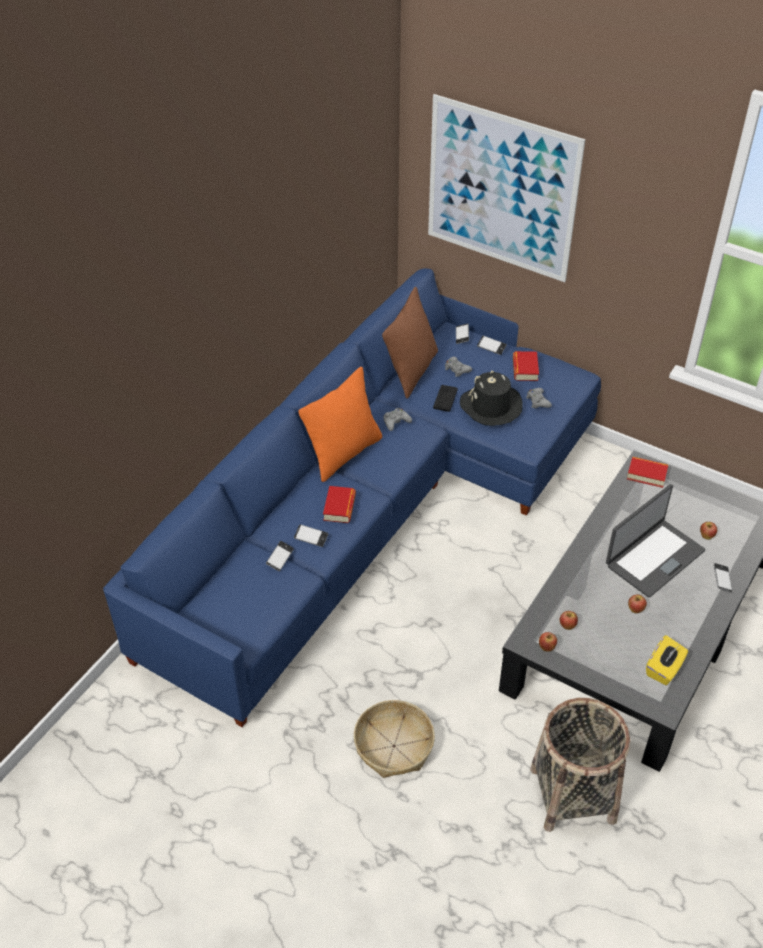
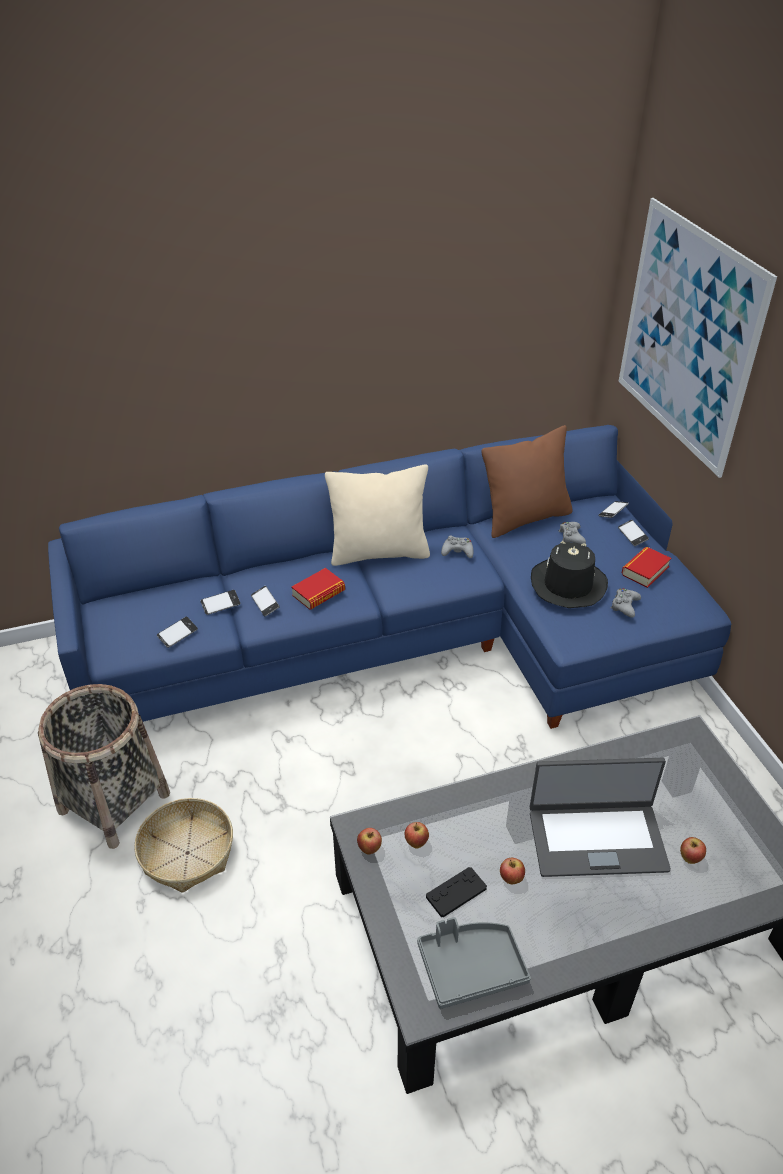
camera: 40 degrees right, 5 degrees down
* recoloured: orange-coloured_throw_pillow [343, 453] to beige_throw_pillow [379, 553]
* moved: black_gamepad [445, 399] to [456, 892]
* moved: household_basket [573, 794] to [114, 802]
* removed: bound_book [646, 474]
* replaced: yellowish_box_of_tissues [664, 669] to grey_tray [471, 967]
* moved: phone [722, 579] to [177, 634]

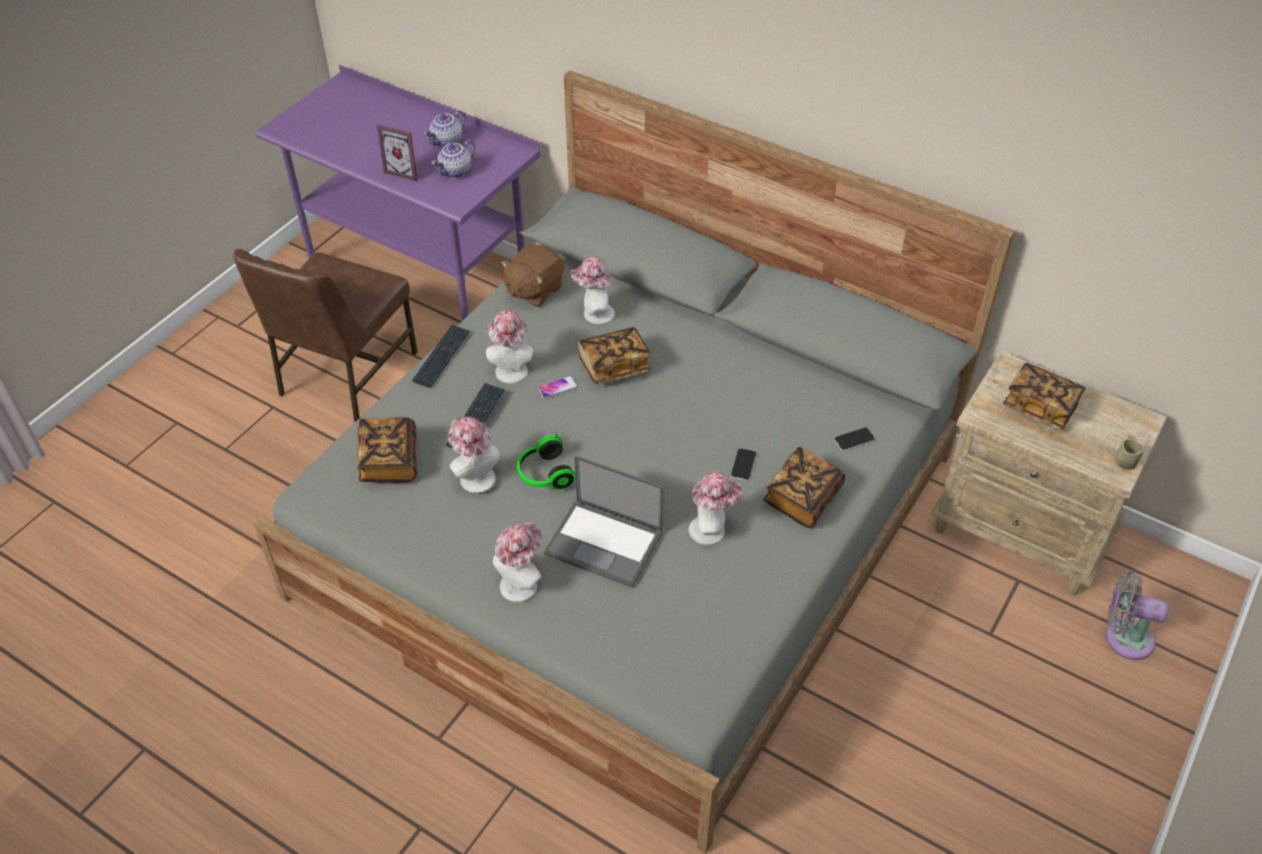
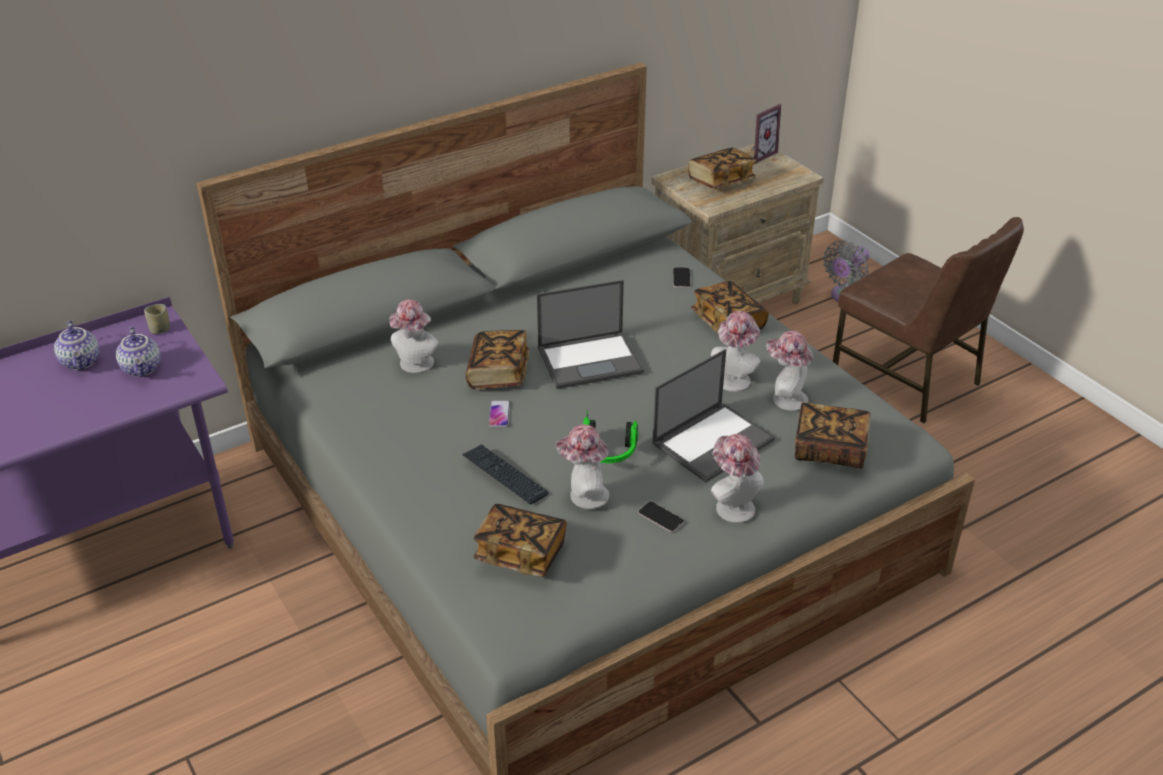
camera: 65 degrees left, 10 degrees down
* moved: brown_plain_chair [345, 374] to [908, 379]
* moved: photo_frame [405, 171] to [759, 154]
* removed: computer_keyboard [442, 357]
* moved: hat [511, 368] to [785, 398]
* removed: brown_soft_toy [534, 290]
* moved: phone [743, 465] to [661, 517]
* moved: small_cup [1125, 463] to [160, 330]
* added: portable_computer [591, 360]
* added: bound_book [829, 449]

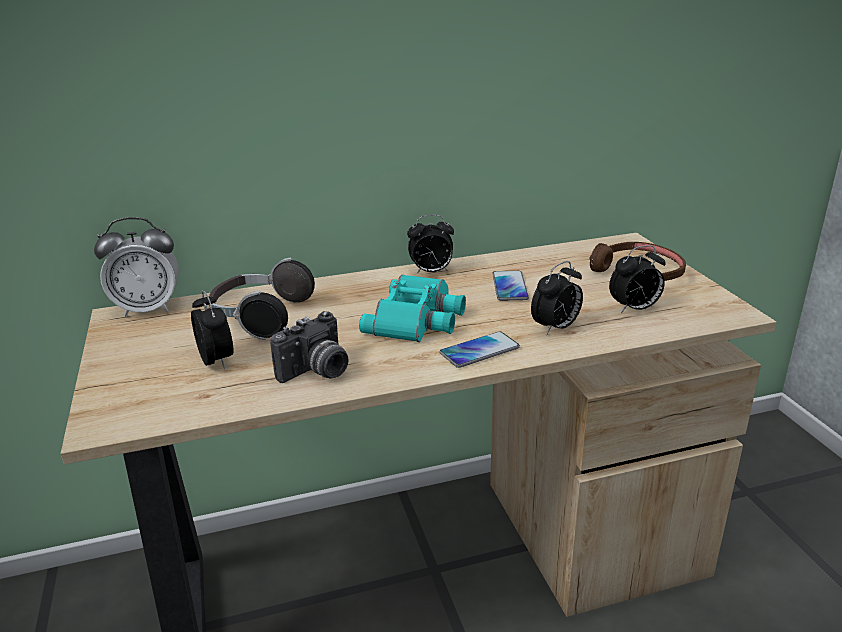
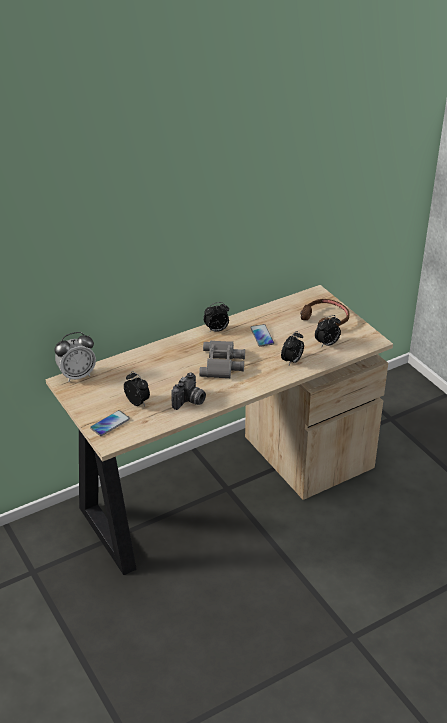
camera: 15 degrees left, 10 degrees up
* removed: headphones [260, 318]
* recoloured: turquoise_binoculars [418, 319] to grey_binoculars [223, 364]
* moved: phone [479, 351] to [110, 424]

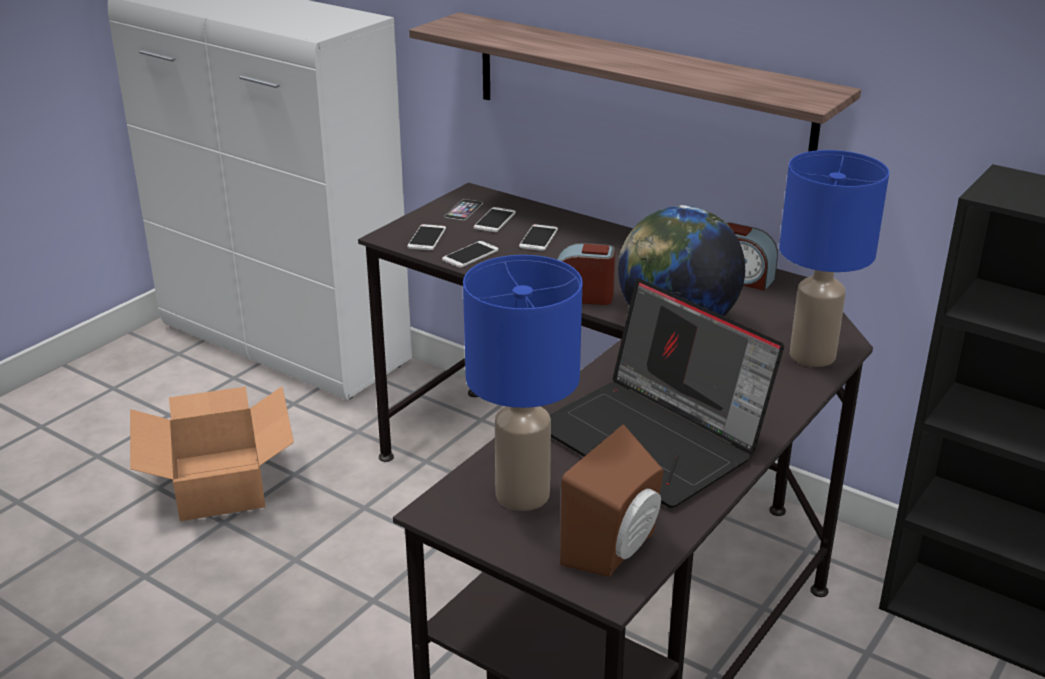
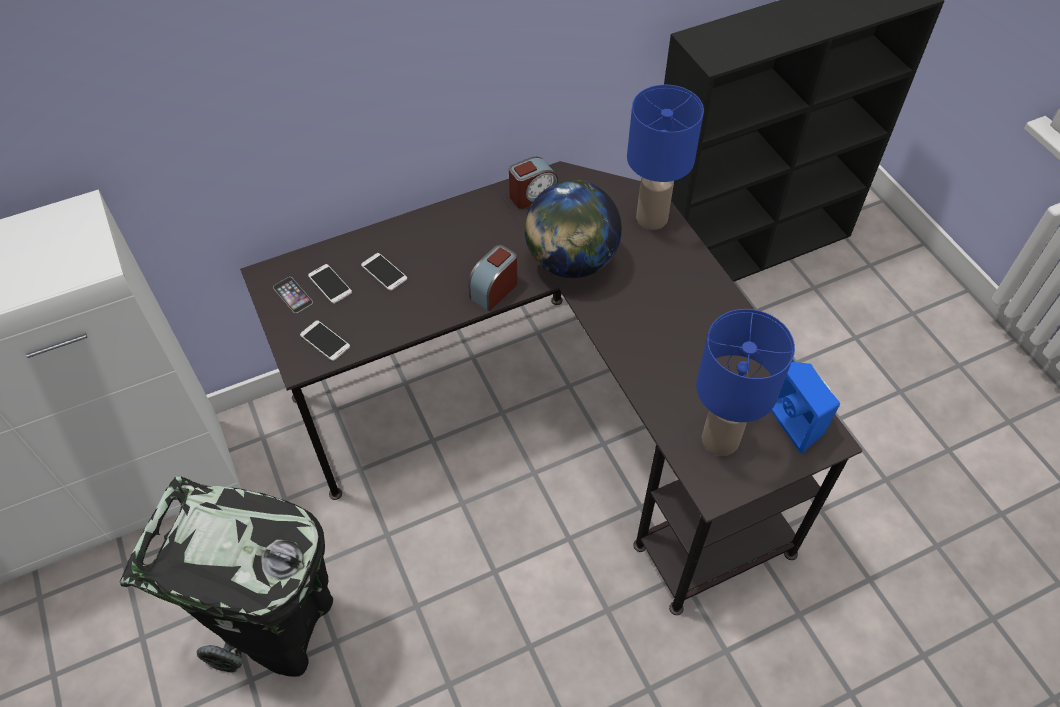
camera: 60 degrees left, 25 degrees up
* replaced: packing_box [221, 482] to black_waste_bin [279, 627]
* removed: bracket_shelf [638, 90]
* removed: phone [470, 255]
* removed: portable_computer [655, 439]
* recoloured: brown_audio_speaker [617, 550] to bluish_audio_speaker [798, 419]

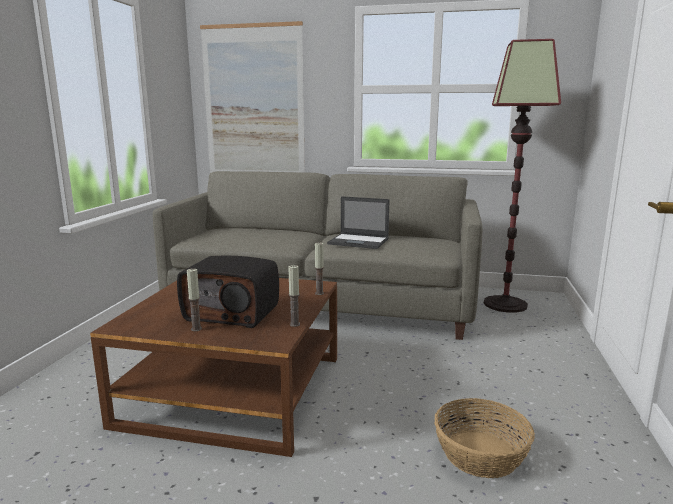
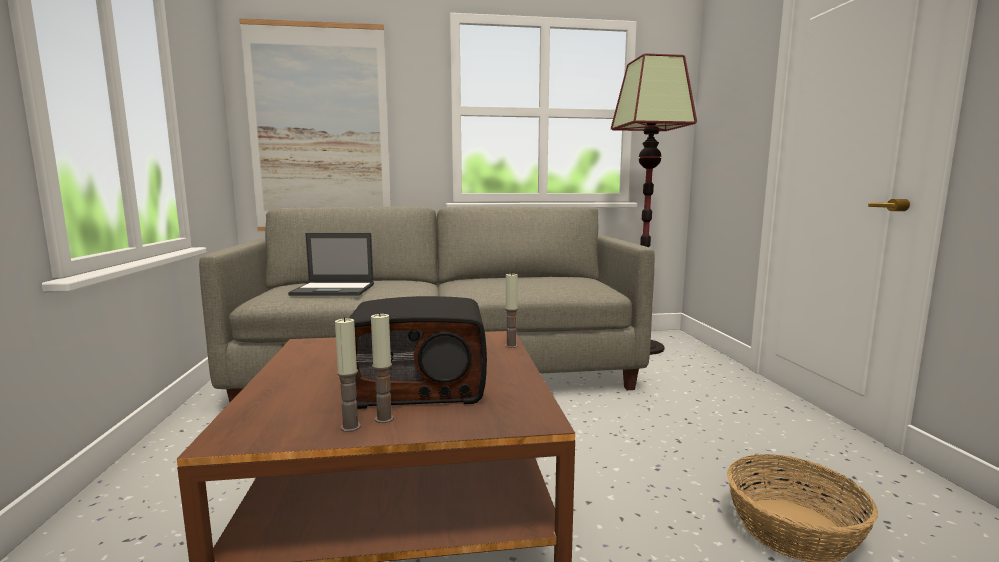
camera: 20 degrees left, 5 degrees down
* moved: wax_candle [294, 324] to [350, 427]
* moved: portable_computer [359, 241] to [334, 290]

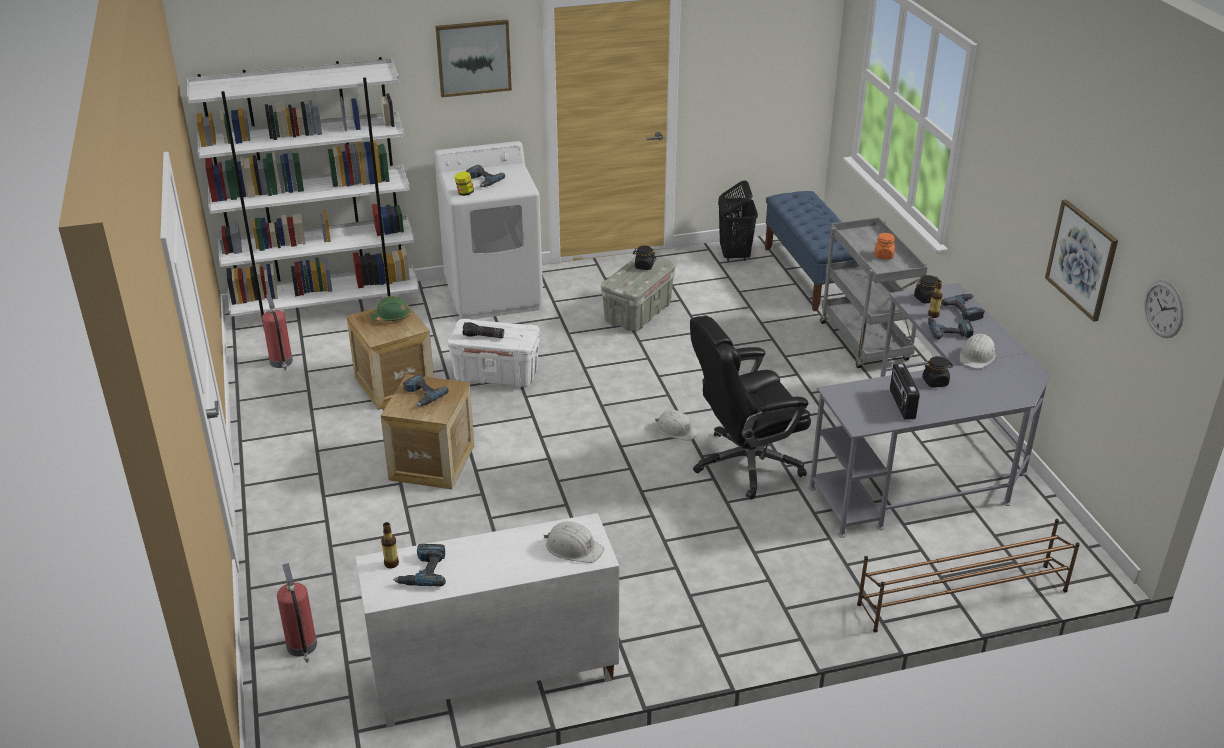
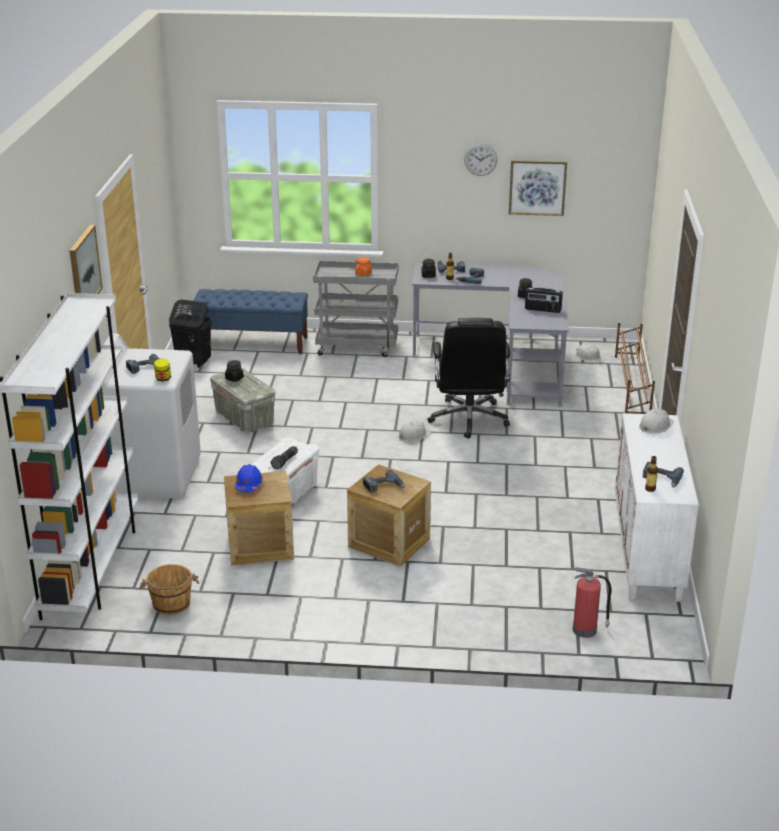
camera: 70 degrees left, 5 degrees down
* replaced: extinguisher [281, 362] to brown_water_bucket [171, 604]
* recoloured: green_hard_hat [391, 317] to bluish_hard_hat [248, 485]
* moved: whitish_hard_hat [977, 356] to [589, 357]
* moved: clock_on_the_wall [1164, 309] to [480, 159]

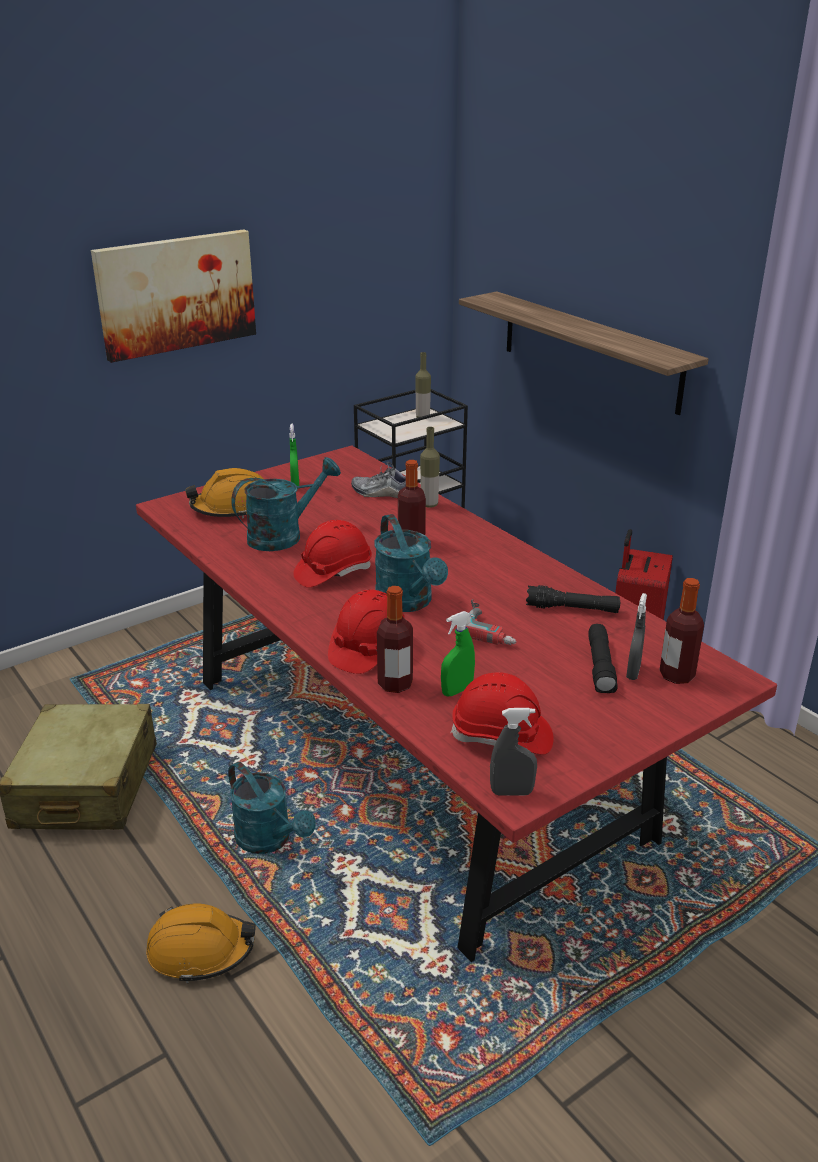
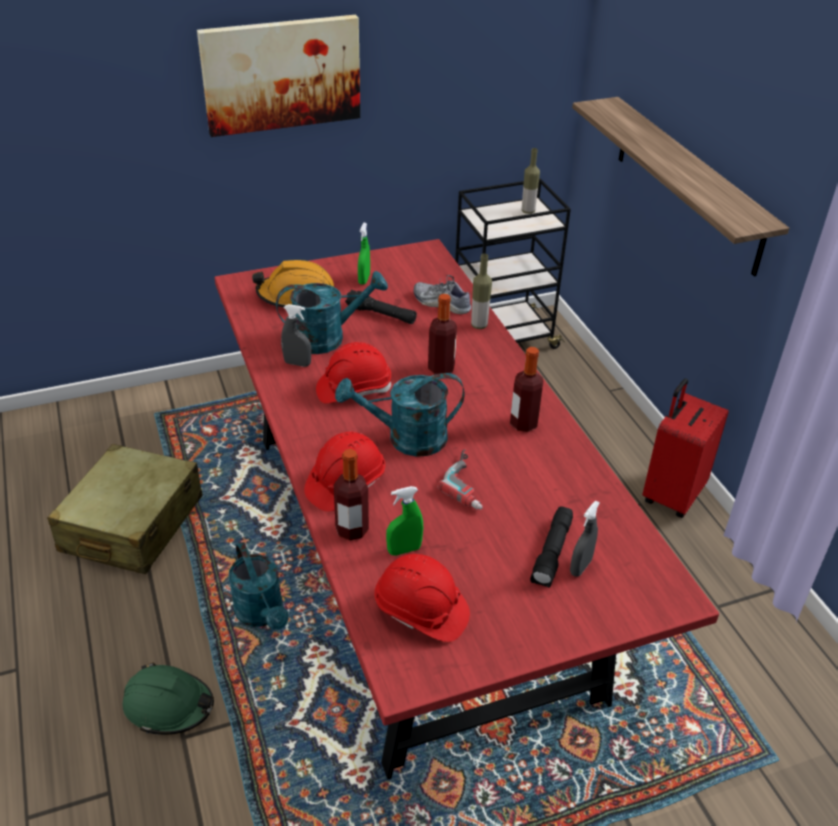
camera: 15 degrees right, 10 degrees up
* recoloured: orange-coloured_hard_hat [201, 951] to green_hard_hat [169, 706]
* turned: turquoise_watering_pot [408, 603] = [406, 439] 90 degrees clockwise
* moved: grey_hand_sprayer [511, 792] to [297, 363]
* moved: black_hand_torch [572, 609] to [381, 314]
* moved: bottle [676, 675] to [523, 423]

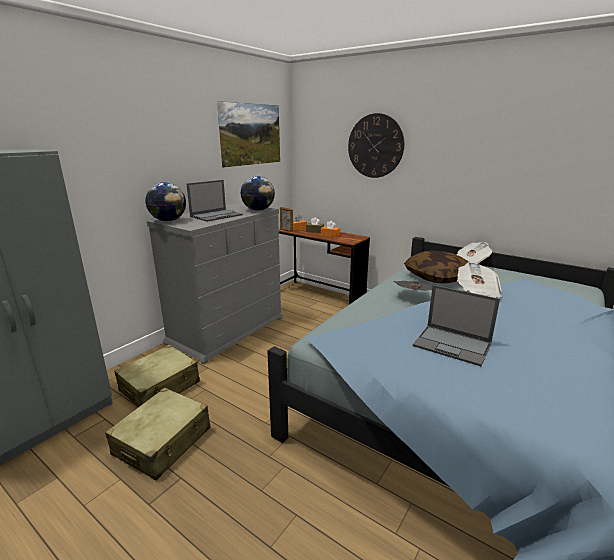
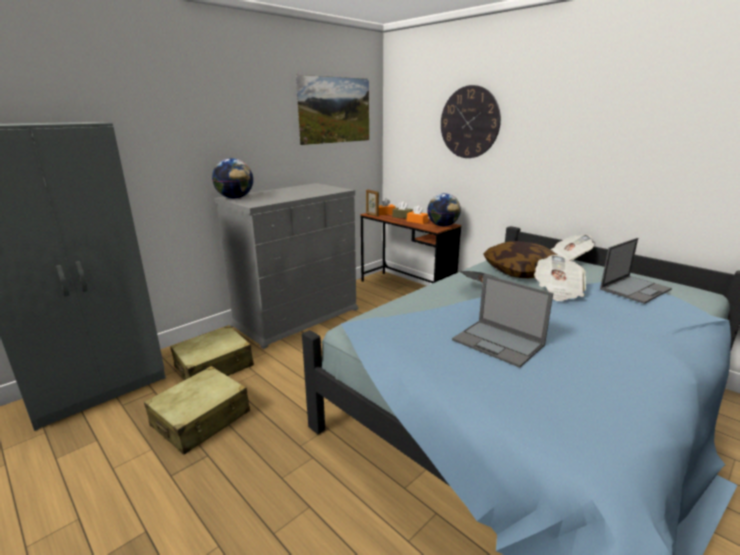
camera: 10 degrees right, 0 degrees up
* moved: portable_computer [217, 215] to [635, 289]
* moved: globe [258, 210] to [443, 226]

